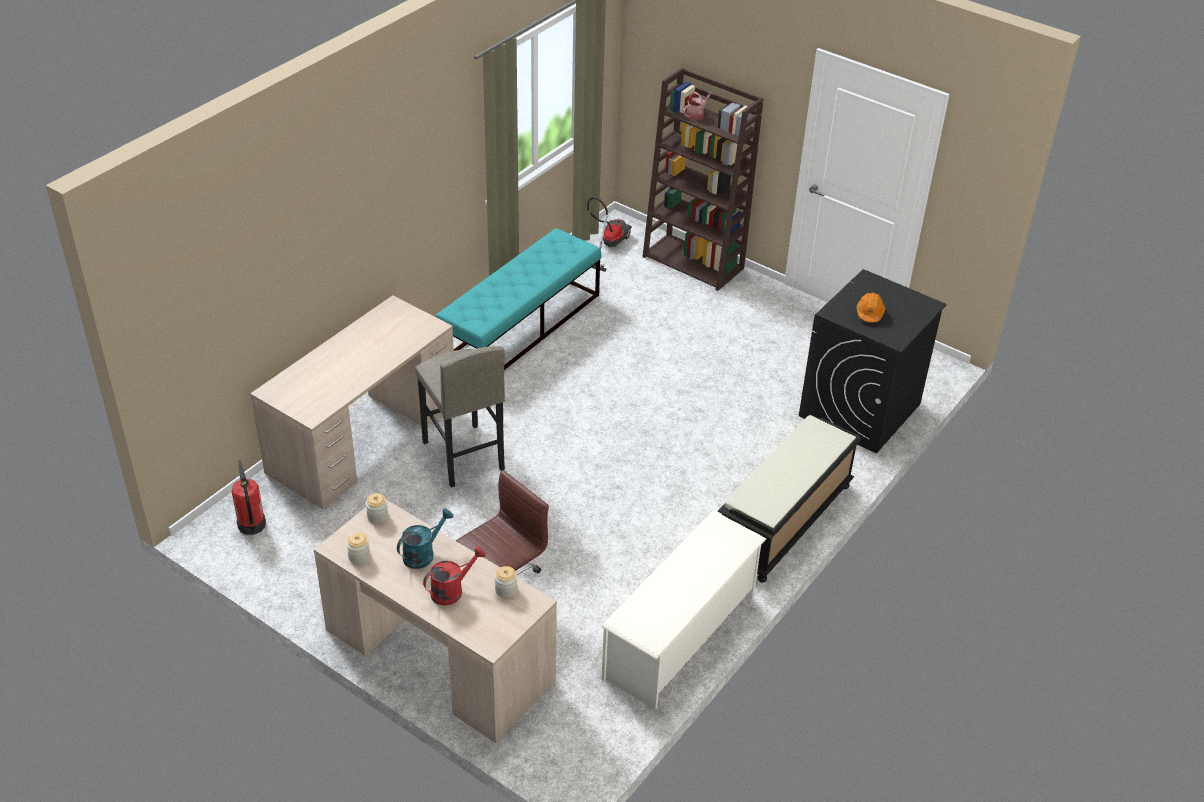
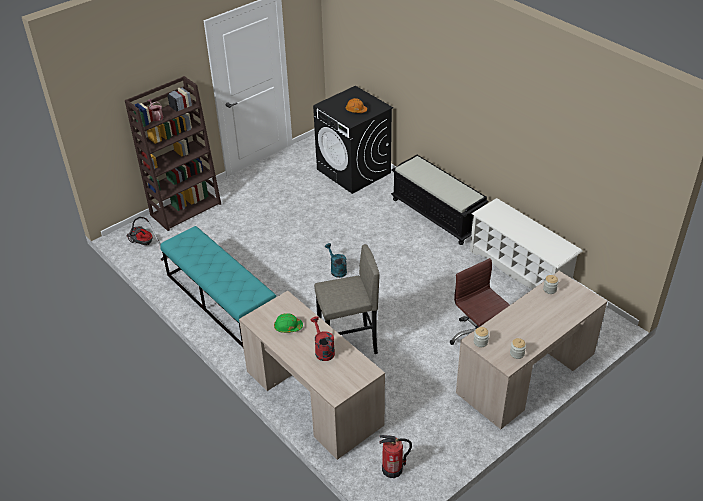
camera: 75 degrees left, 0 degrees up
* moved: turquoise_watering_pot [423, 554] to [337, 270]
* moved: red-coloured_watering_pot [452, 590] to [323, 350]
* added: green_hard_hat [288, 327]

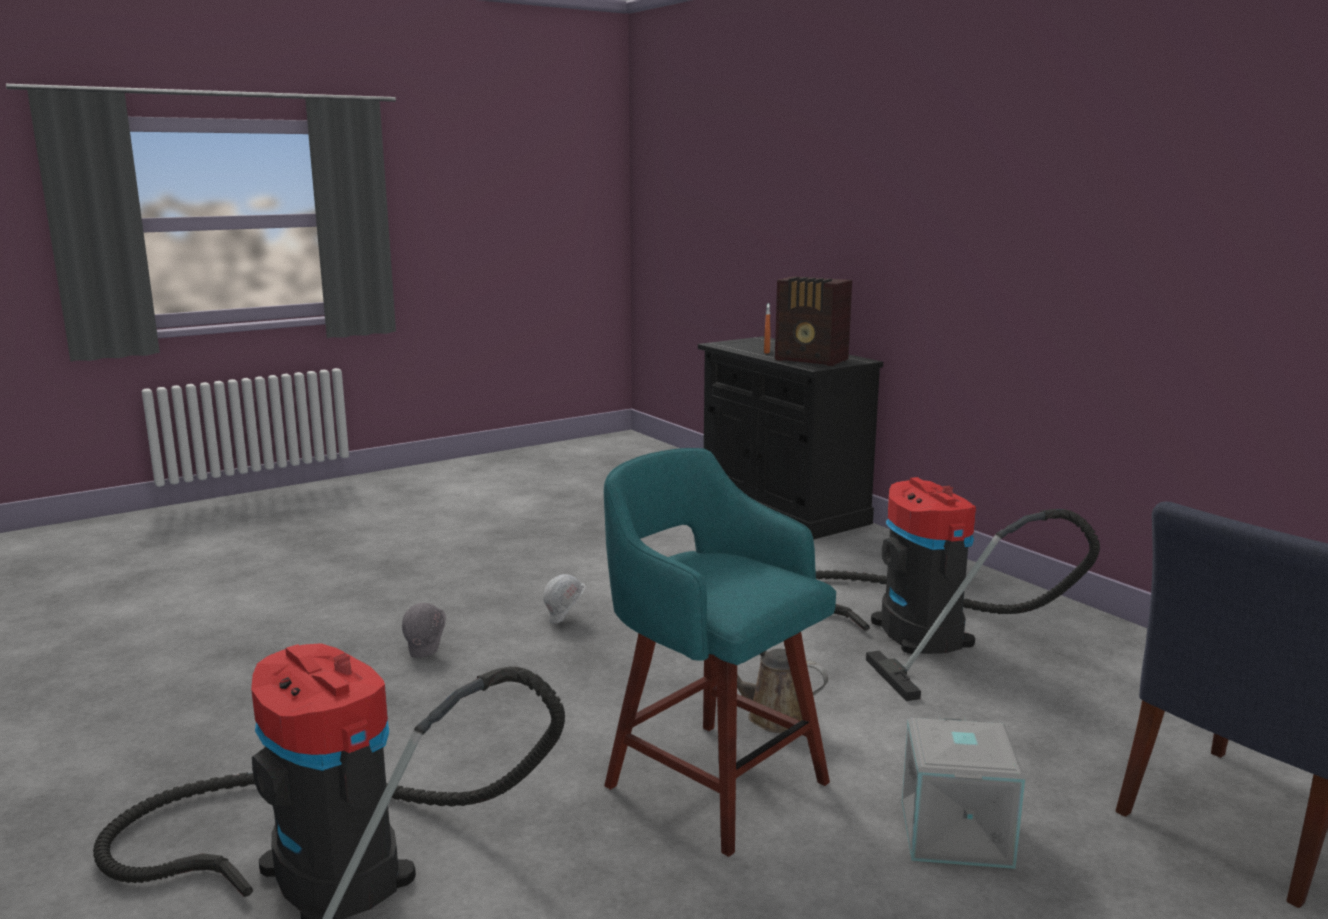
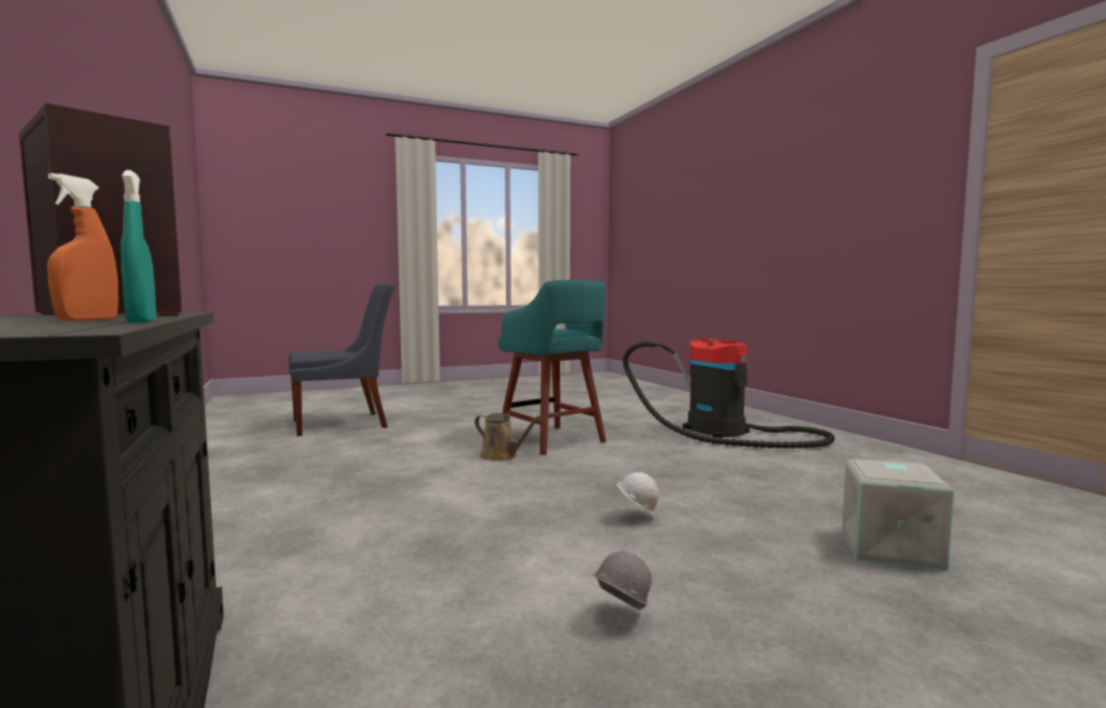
camera: 170 degrees left, 10 degrees down
* moved: grey_hard_hat [427, 651] to [619, 617]
* removed: hoover [912, 629]
* moved: grey_storage_box [958, 834] to [888, 548]
* added: turquoise_hand_sprayer [142, 321]

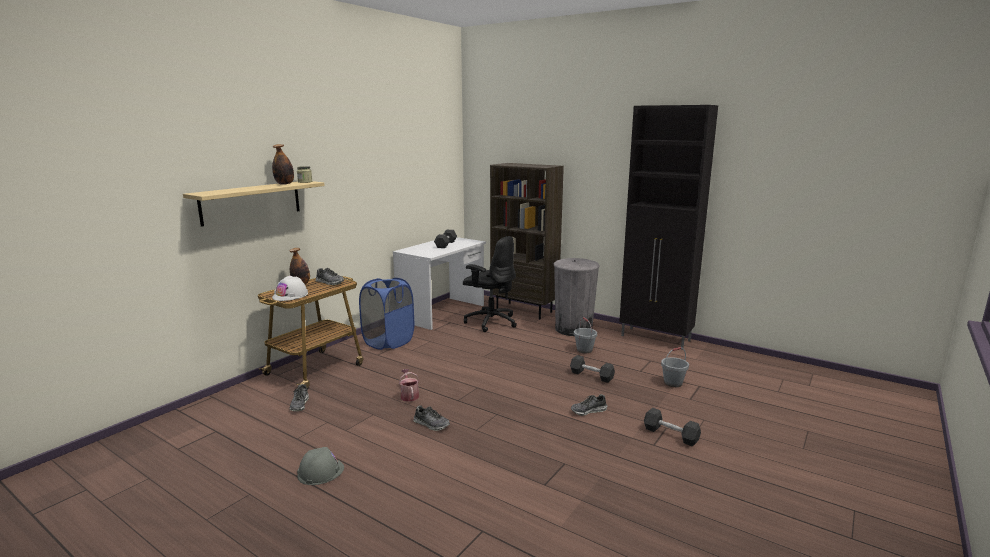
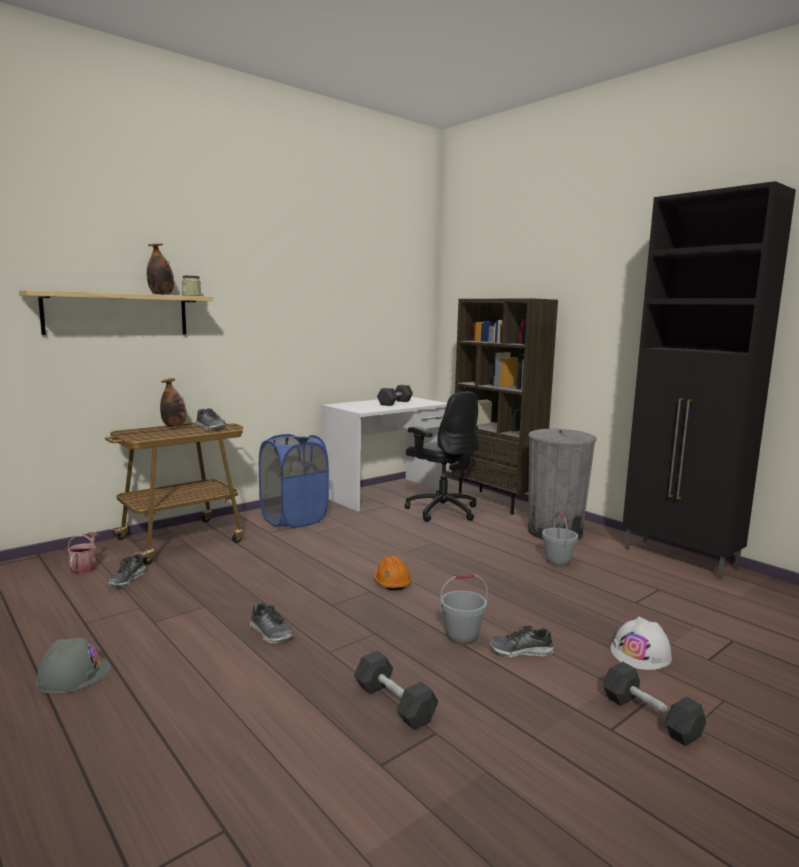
camera: 15 degrees right, 5 degrees down
* moved: whitish_hard_hat [290, 295] to [640, 653]
* moved: watering_pot [409, 395] to [85, 567]
* moved: black_free_weight [591, 376] to [394, 703]
* moved: grey_water_bucket [673, 383] to [462, 636]
* added: orange-coloured_hard_hat [392, 582]

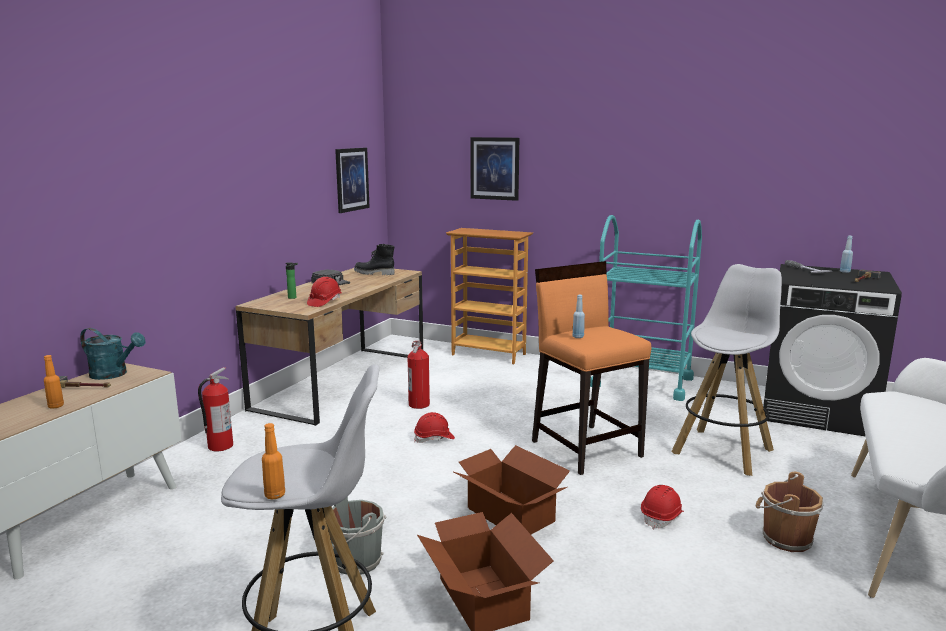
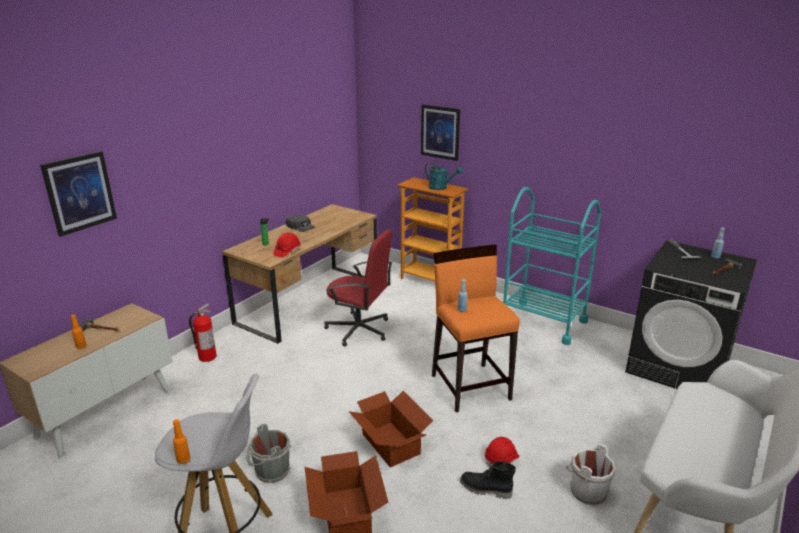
camera: 10 degrees right, 10 degrees up
* moved: turquoise_watering_pot [114, 374] to [441, 188]
* moved: wall_art [352, 179] to [80, 192]
* moved: black_tall_boot [374, 273] to [485, 489]
* replaced: extinguisher [419, 404] to red-coloured_computer_chair [359, 330]
* removed: red-coloured_hard_hat [434, 438]
* removed: whitish_sitting_stool [723, 451]
* recoloured: brown_water_bucket [784, 539] to whitish_water_bucket [586, 491]

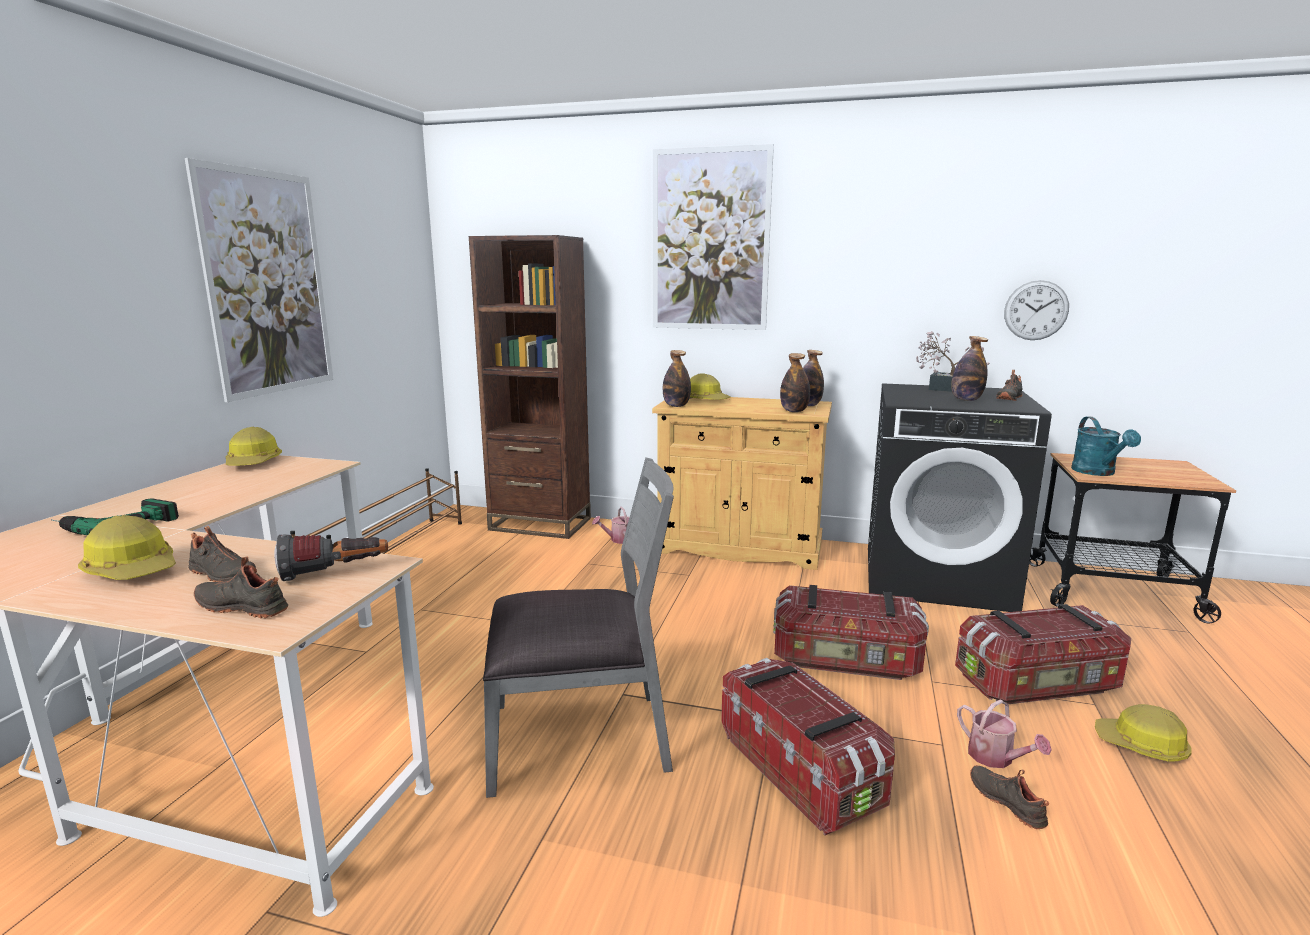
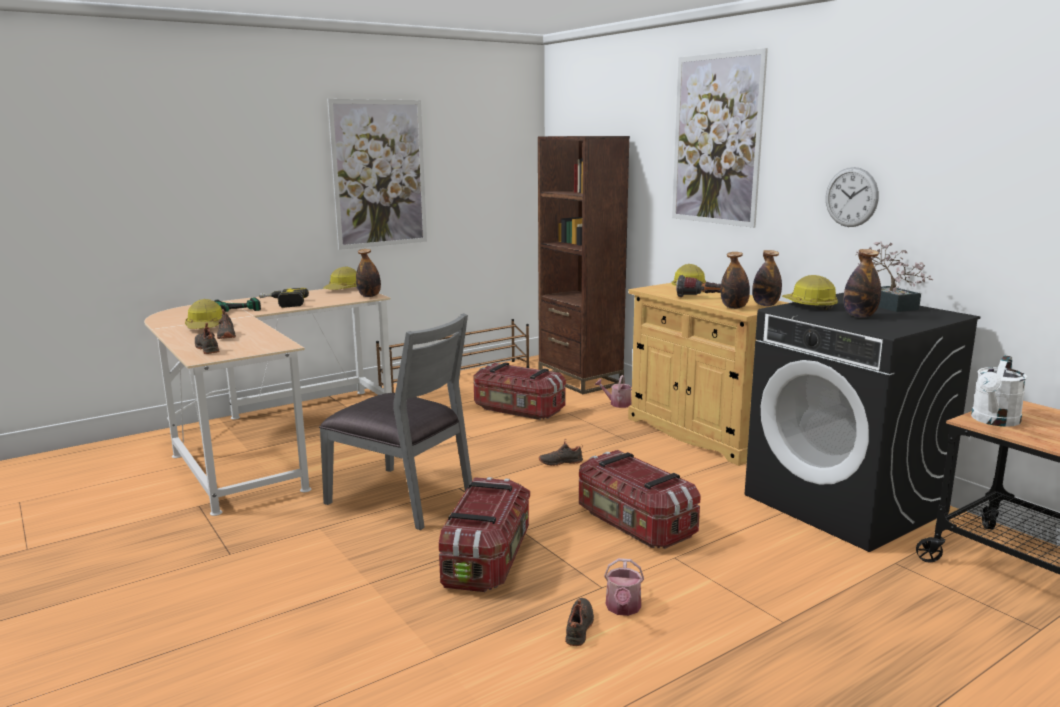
camera: 40 degrees right, 0 degrees up
* moved: hand_torch [335, 573] to [700, 298]
* moved: bottle [676, 406] to [369, 296]
* moved: storage_box [1039, 685] to [518, 410]
* moved: black_low_shoe [1008, 398] to [560, 462]
* moved: clock_on_the_wall [1036, 310] to [851, 197]
* recoloured: turquoise_watering_pot [1097, 473] to whitish_watering_pot [993, 421]
* moved: hard_hat [1141, 746] to [809, 305]
* added: electric_drill [283, 303]

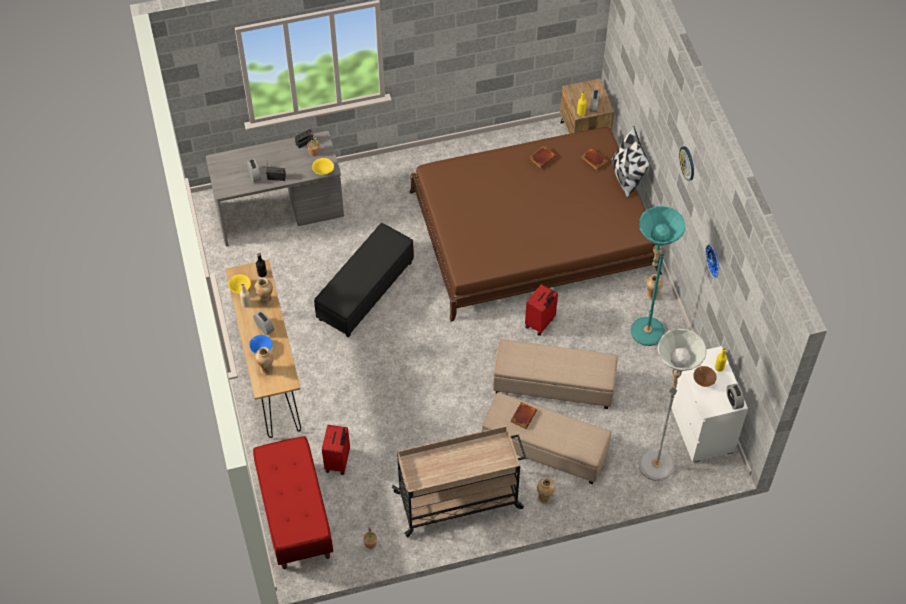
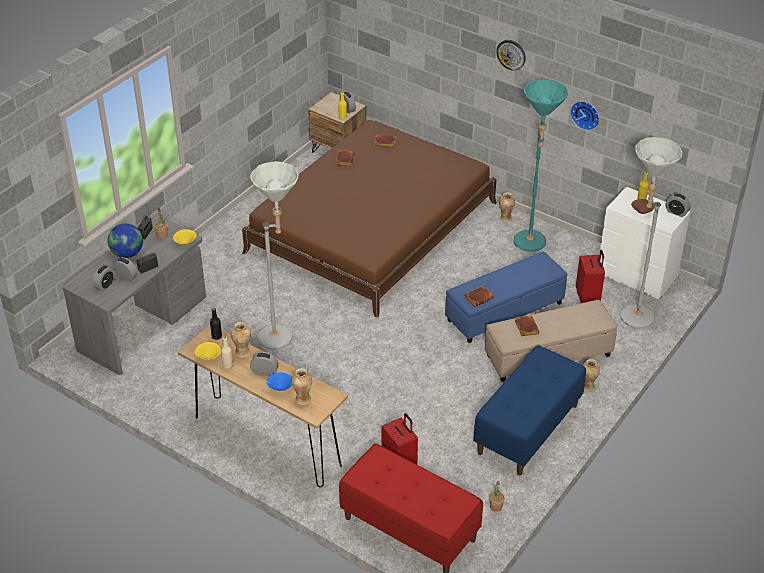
camera: 40 degrees left, 15 degrees down
* replaced: black_pouffe [365, 290] to grey_standing_lamp [282, 337]
* replaced: beige_trolley [459, 500] to bluish_long_seat [528, 429]
* recoloured: beige_pouffe [553, 385] to bluish_pouffe [505, 312]
* moved: red-coloured_piece_of_luggage [540, 323] to [588, 298]
* removed: throw_pillow [626, 177]
* added: bedside_clock [105, 285]
* added: globe [127, 254]
* added: brown_bound_book [479, 297]

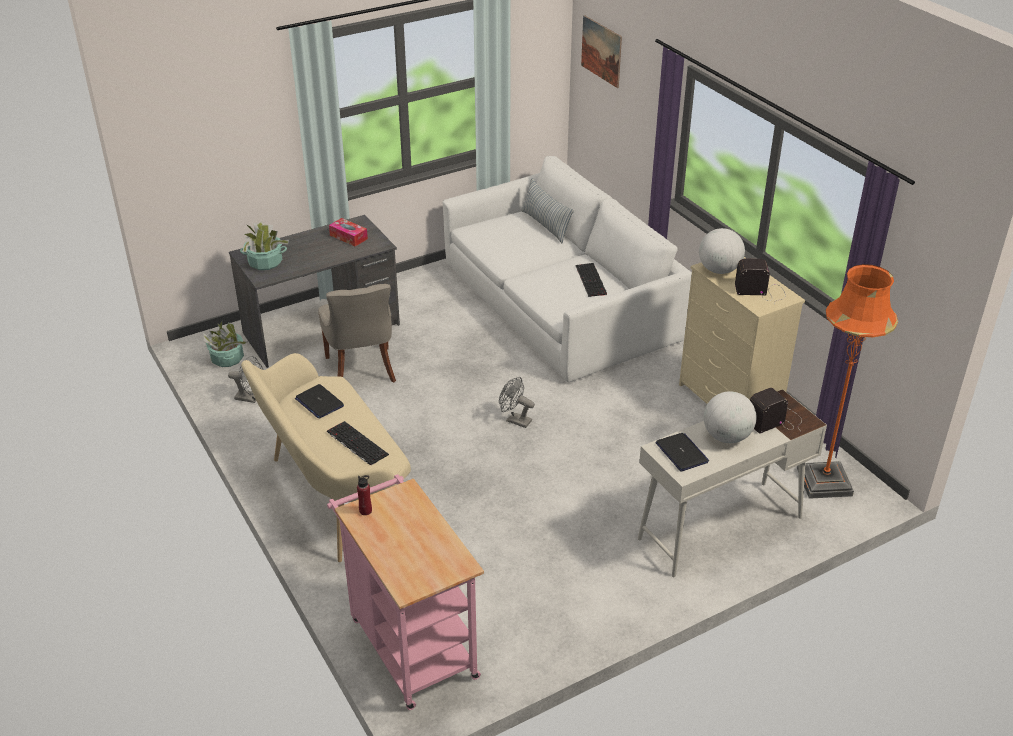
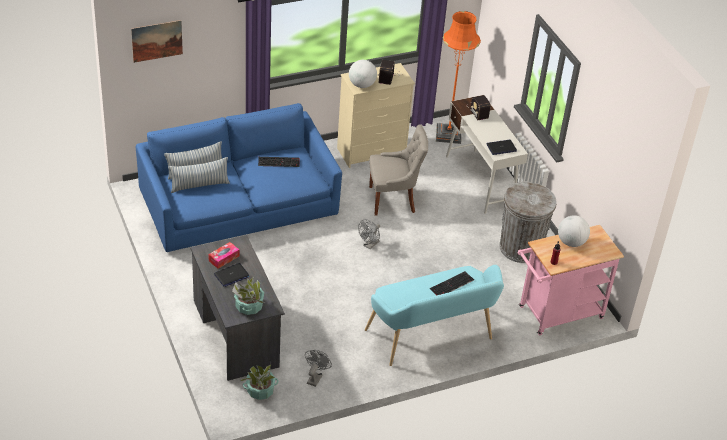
camera: 85 degrees left, 5 degrees up
* recoloured: beige_long_seat [334, 497] to turquoise_long_seat [432, 338]
* moved: portable_computer [319, 402] to [231, 275]
* moved: grey_plain_chair [361, 370] to [393, 200]
* recoloured: whitish_settee [560, 303] to bluish_settee [238, 202]
* moved: globe [726, 437] to [571, 242]
* added: throw_pillow [199, 185]
* added: grey_waste_bin [521, 248]

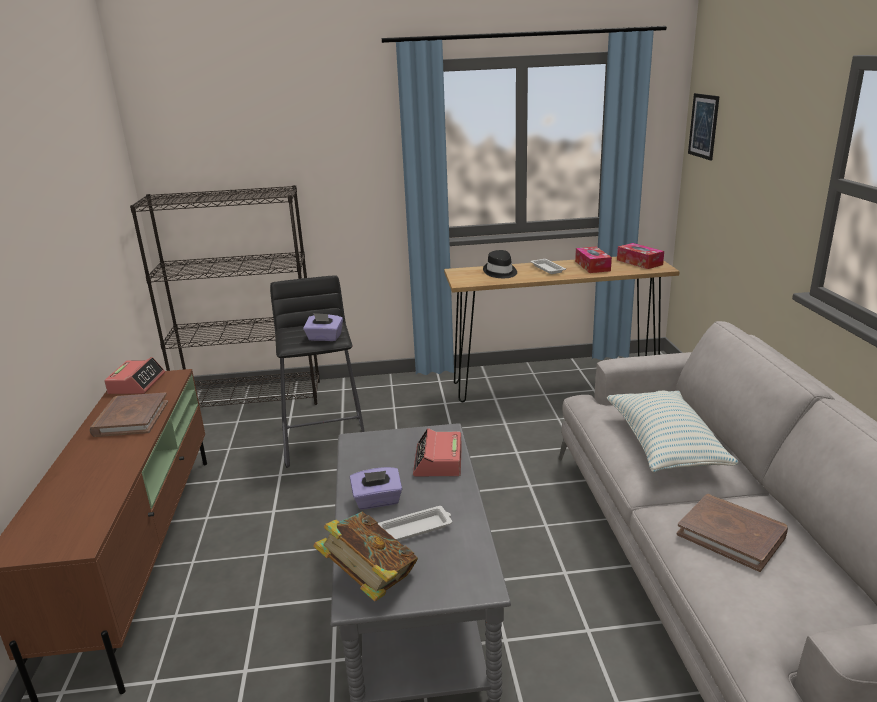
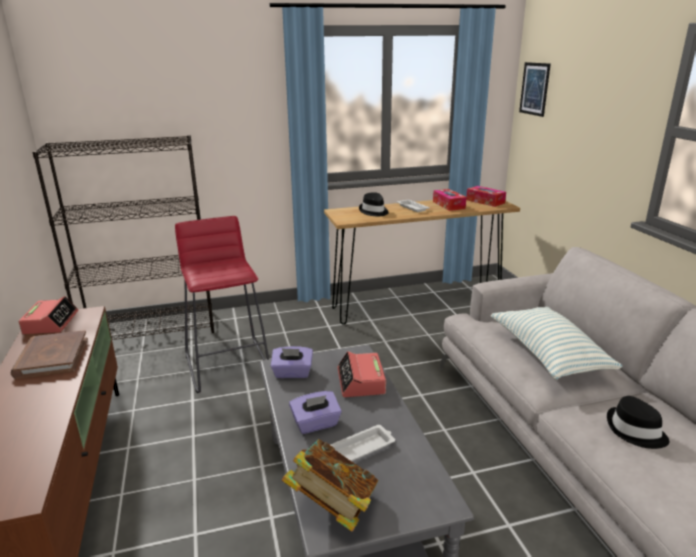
camera: 10 degrees left, 0 degrees up
* recoloured: black_sitting_stool [325, 439] to red-coloured_sitting_stool [229, 364]
* moved: purplish_box_of_tissues [324, 338] to [292, 373]
* replaced: brown_bound_book [731, 535] to black_hat [635, 431]

